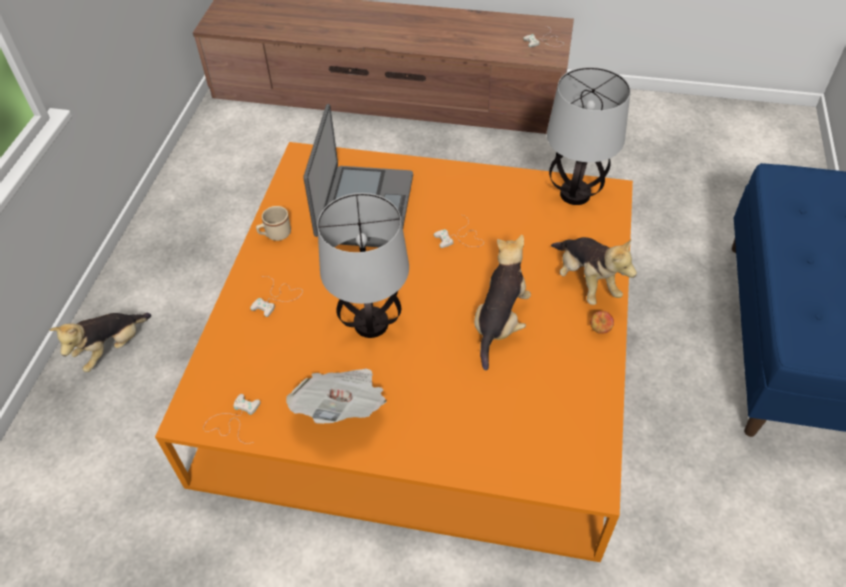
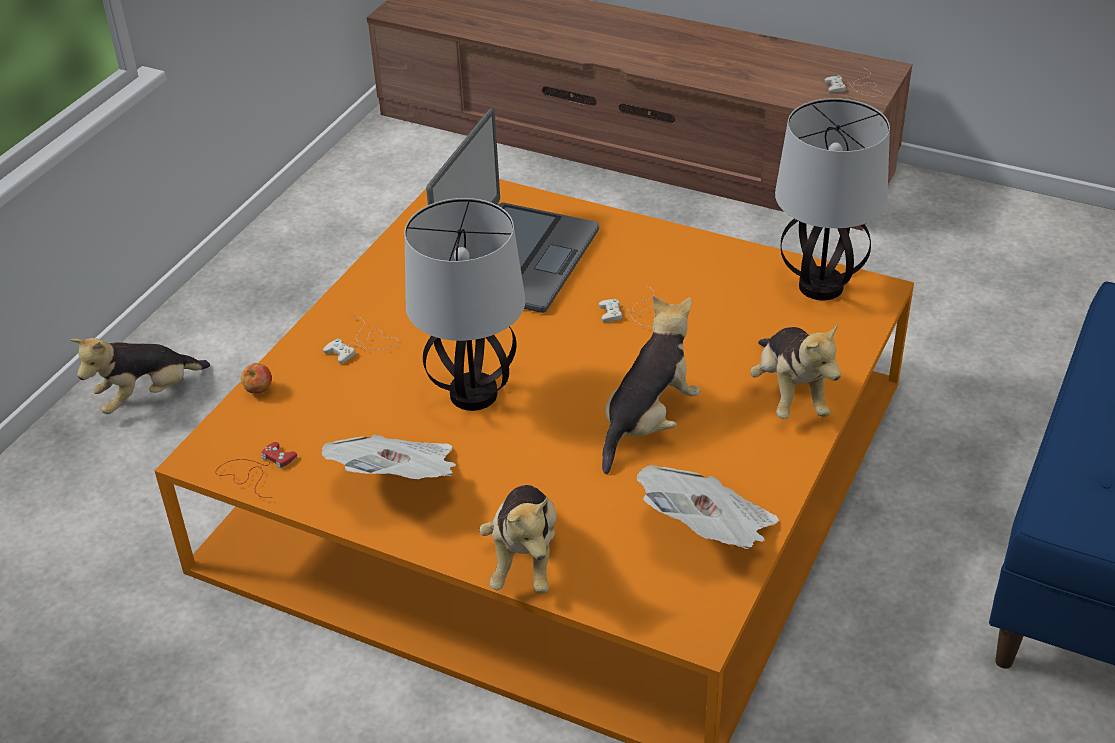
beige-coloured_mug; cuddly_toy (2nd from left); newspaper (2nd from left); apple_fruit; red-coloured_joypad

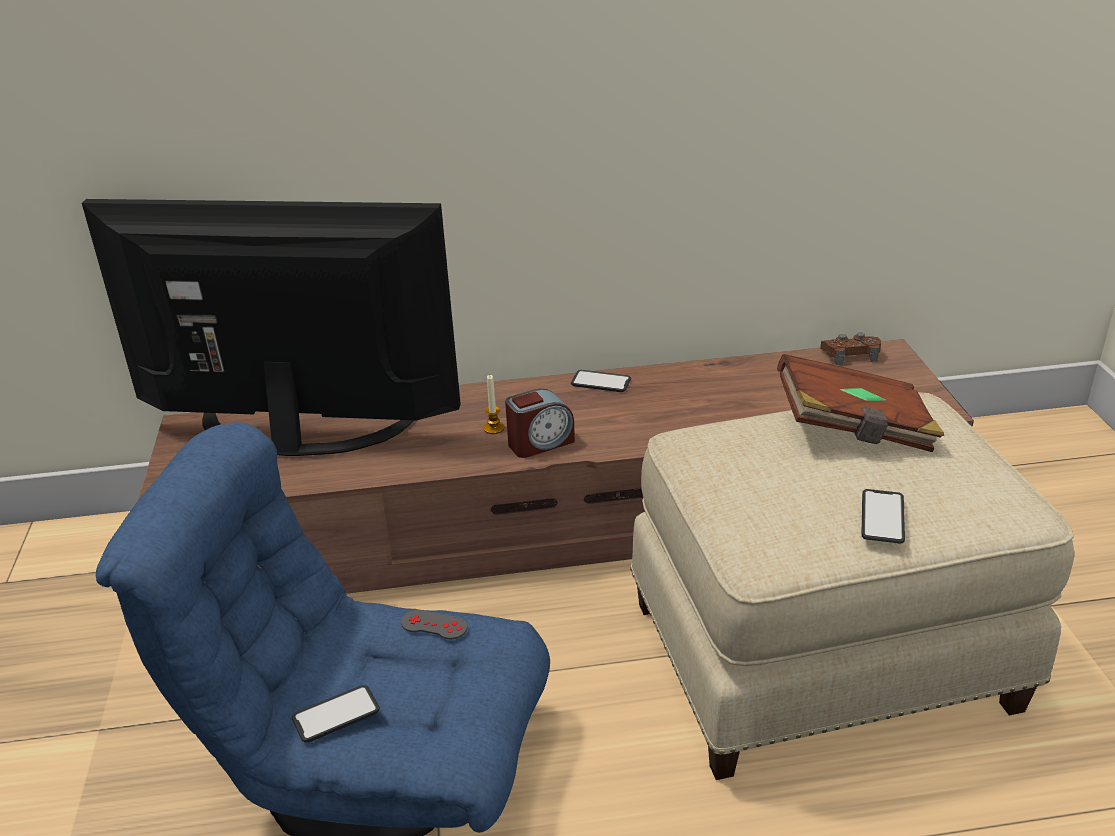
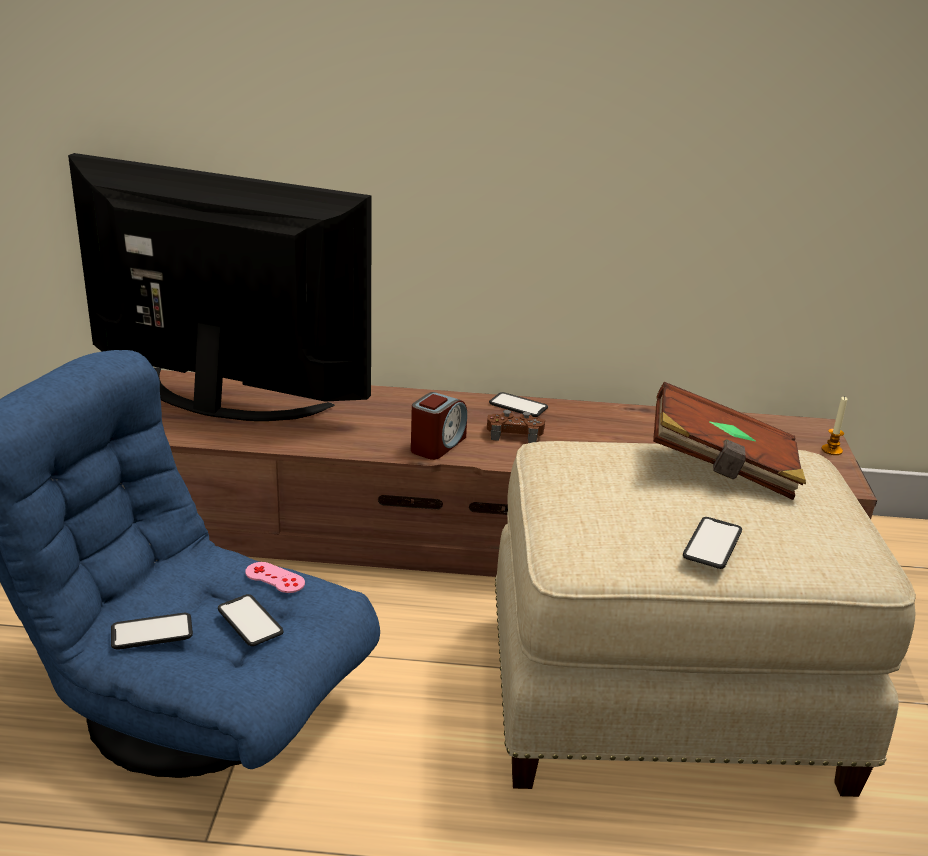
phone (2nd from left); wax_light; brown_joypad; pinkish_joypad; alarm_clock

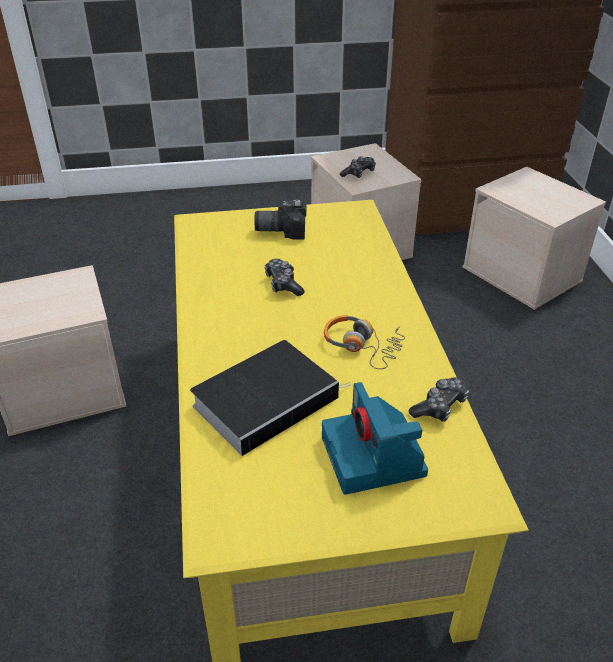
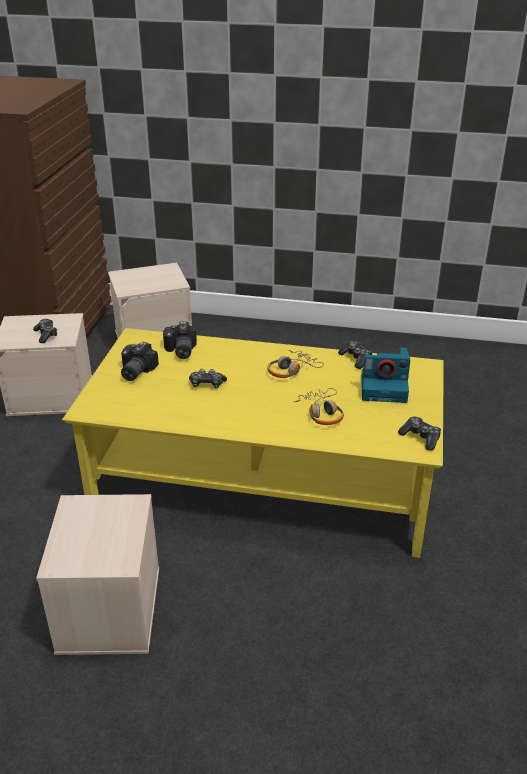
photo_camera (2nd from left); joypad (4th from left); headset (2nd from left)

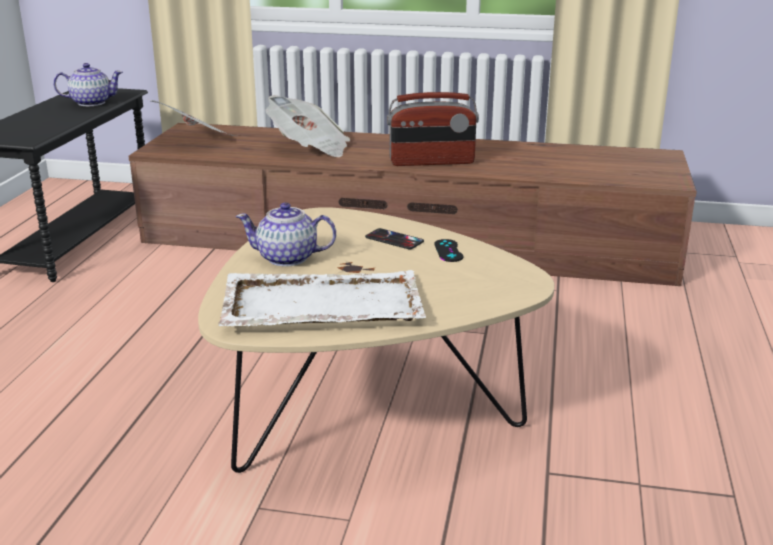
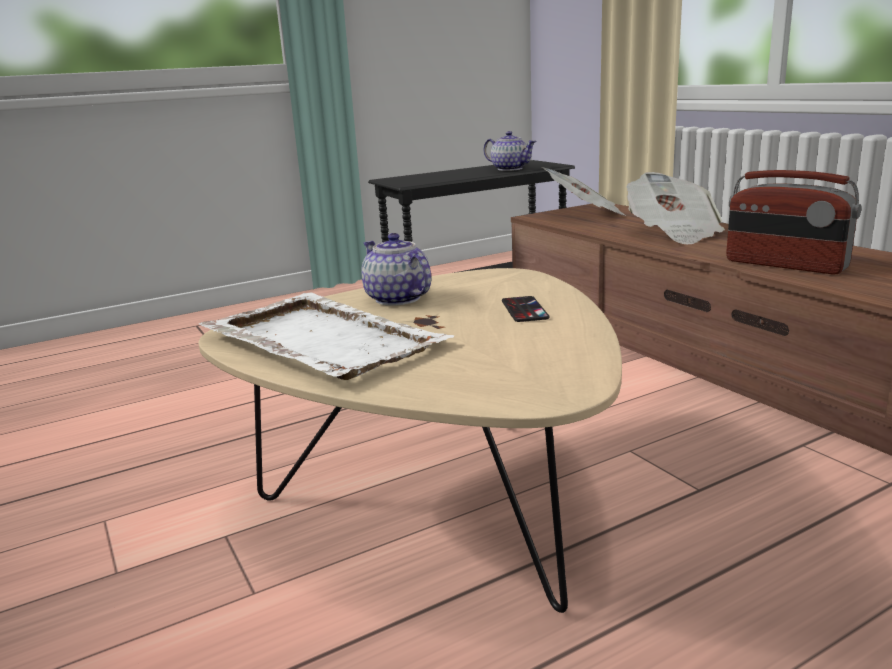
blackish_joypad

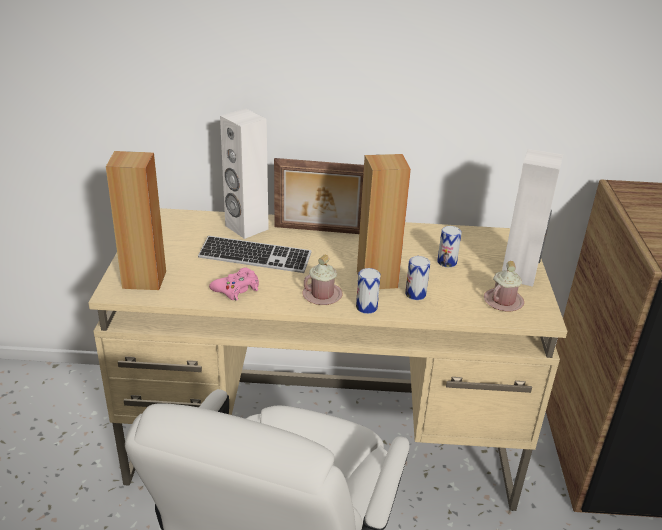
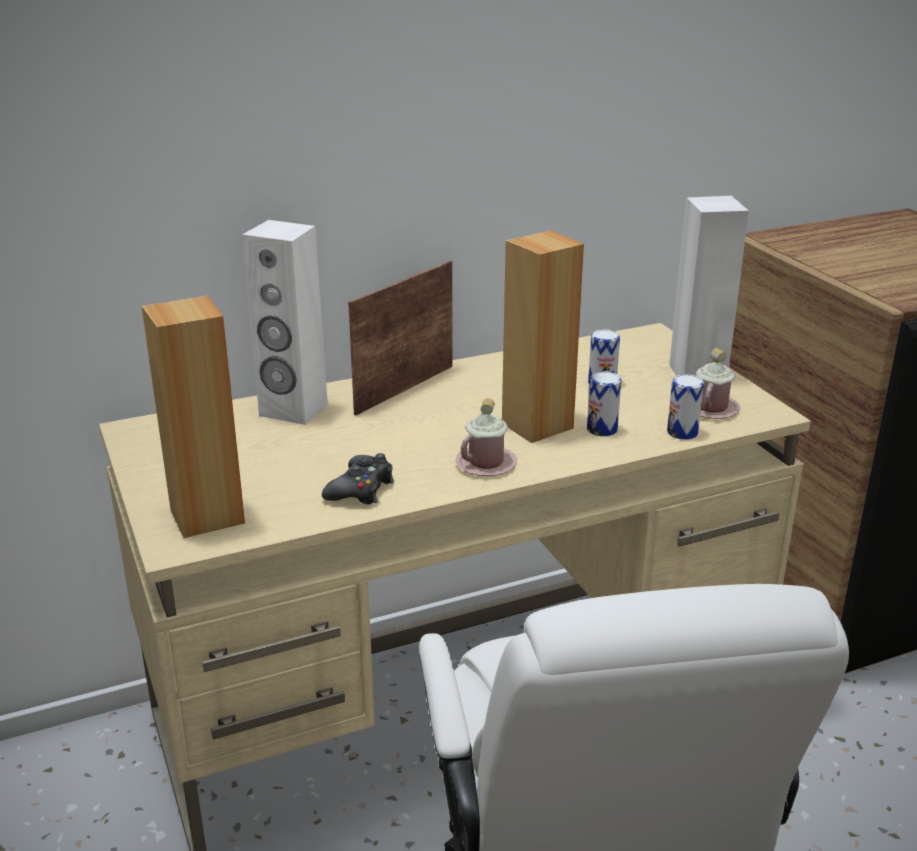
keyboard; metal_can (3rd from left); blackish_joypad; photo_frame

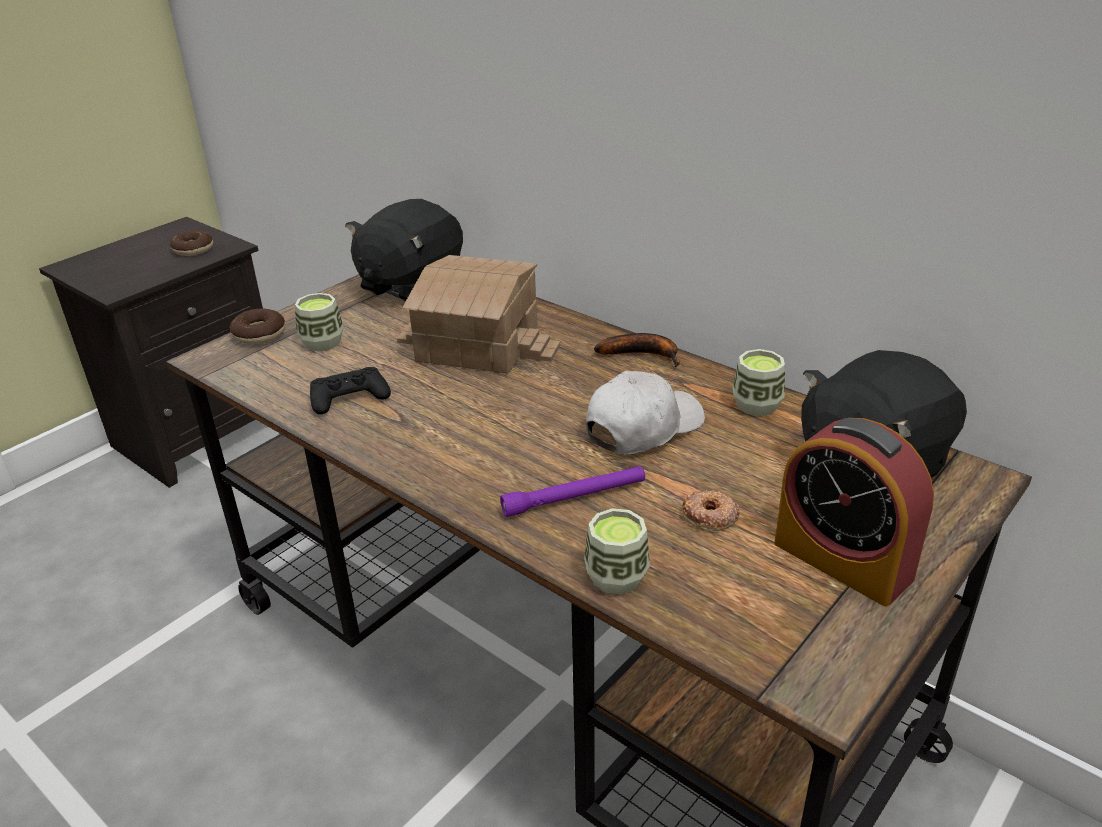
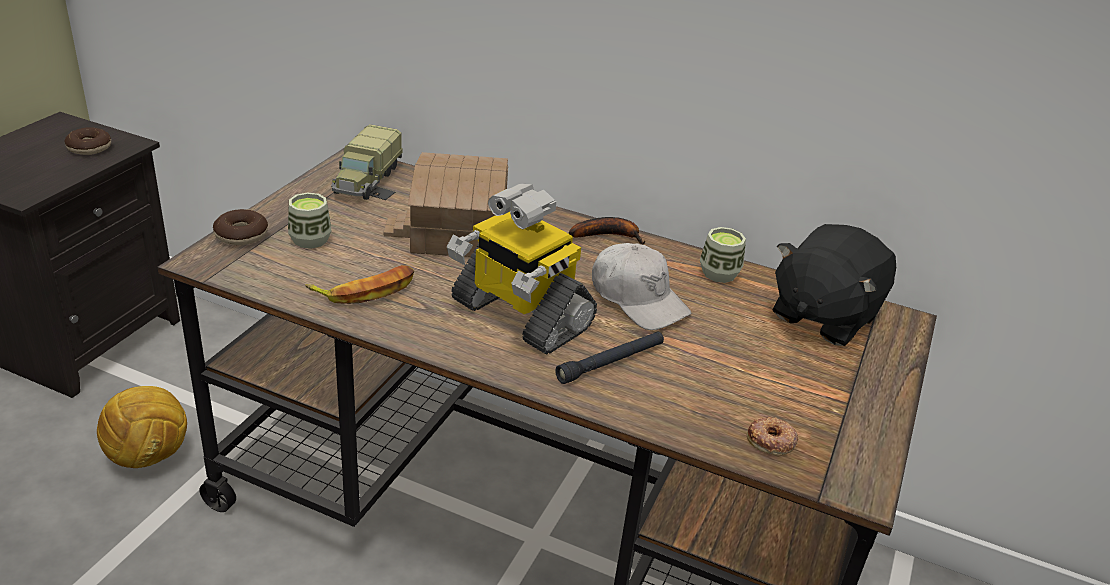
drinking_cup (2nd from left in the first image); alarm_clock; football; model_robot; donut (3rd from left); banana_fruit (1st from left); toy_lorry; blackish_hand_torch; whitish_baseball_cap

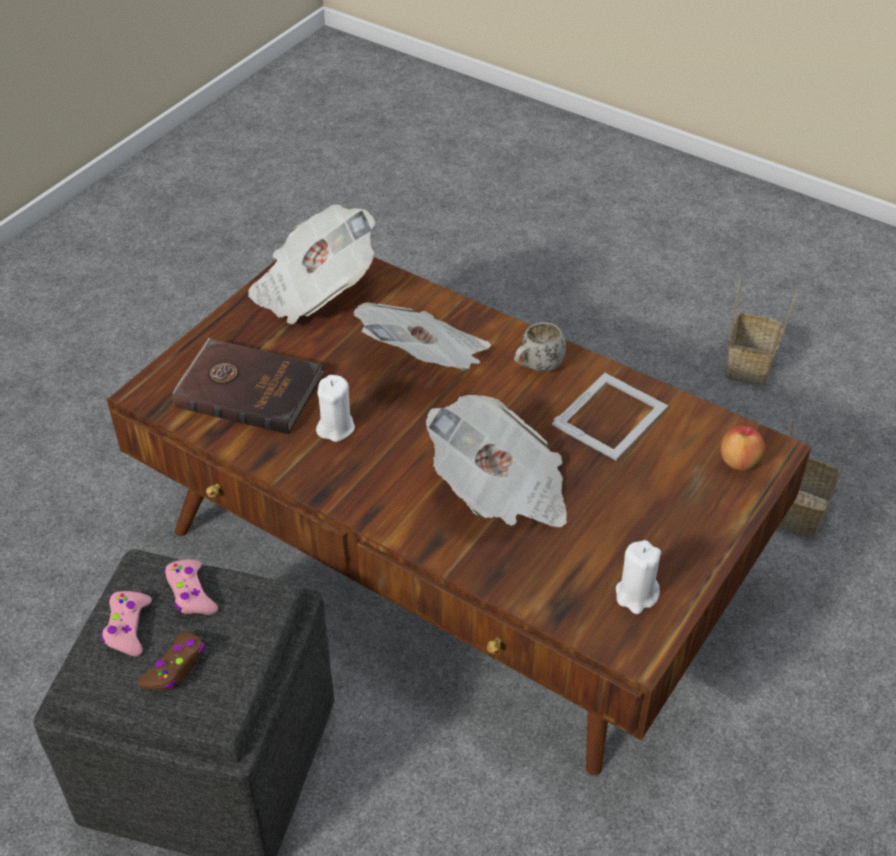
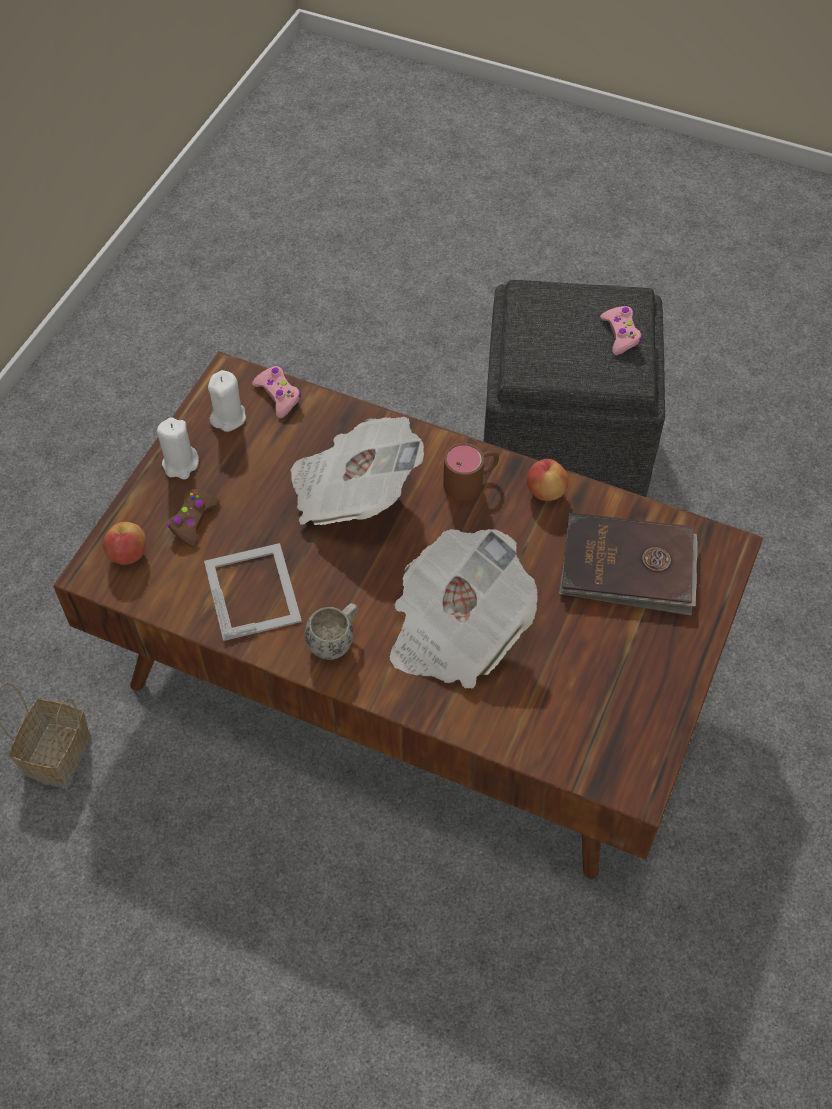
newspaper (1st from left in the first image); household_basket (1st from left in the first image); brown_mug; apple_fruit (2nd from left); brown_joypad; pinkish_joypad (1st from left); whitish_wax_light (1st from left); photo_frame

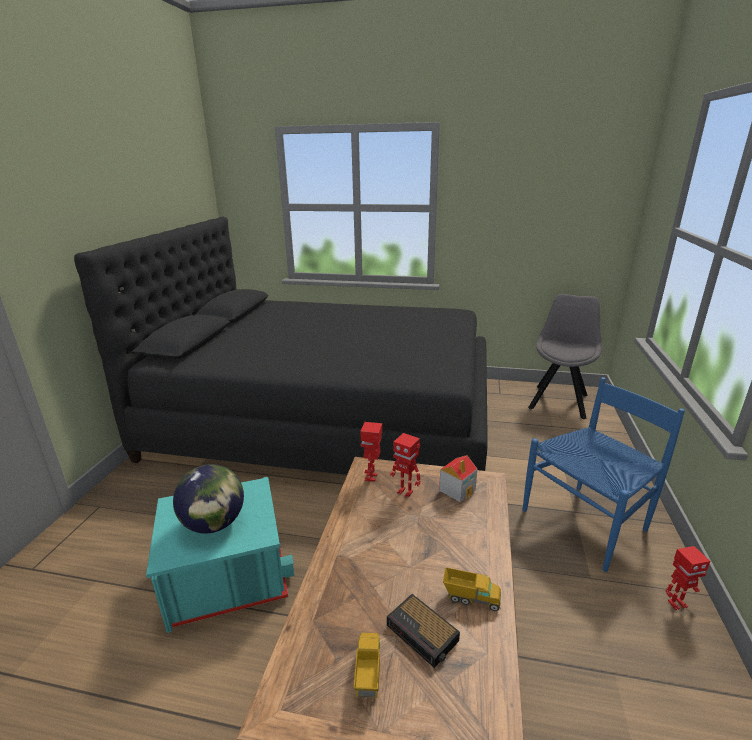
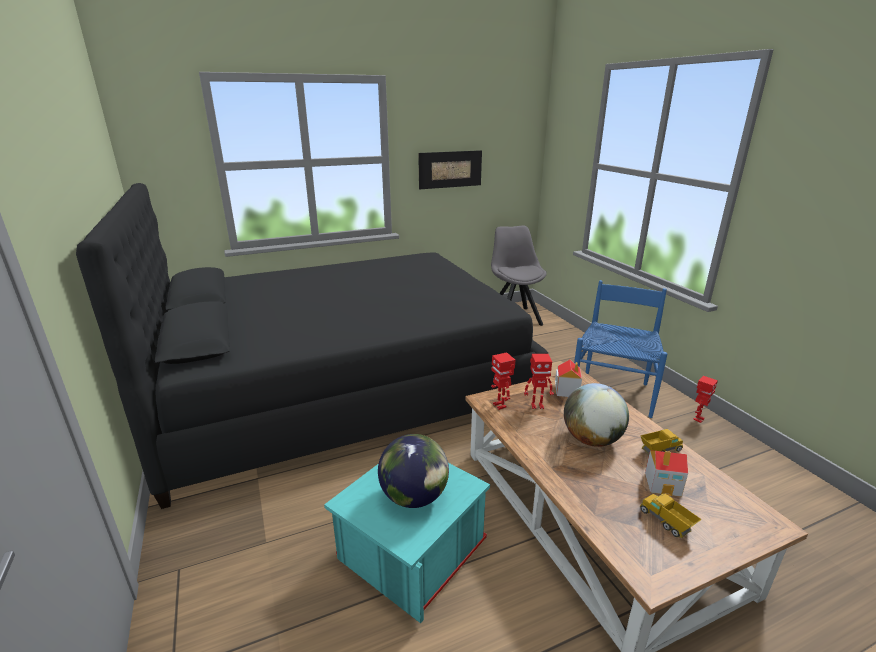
wall_picture; world_globe (2nd from left); toy_house (2nd from left)

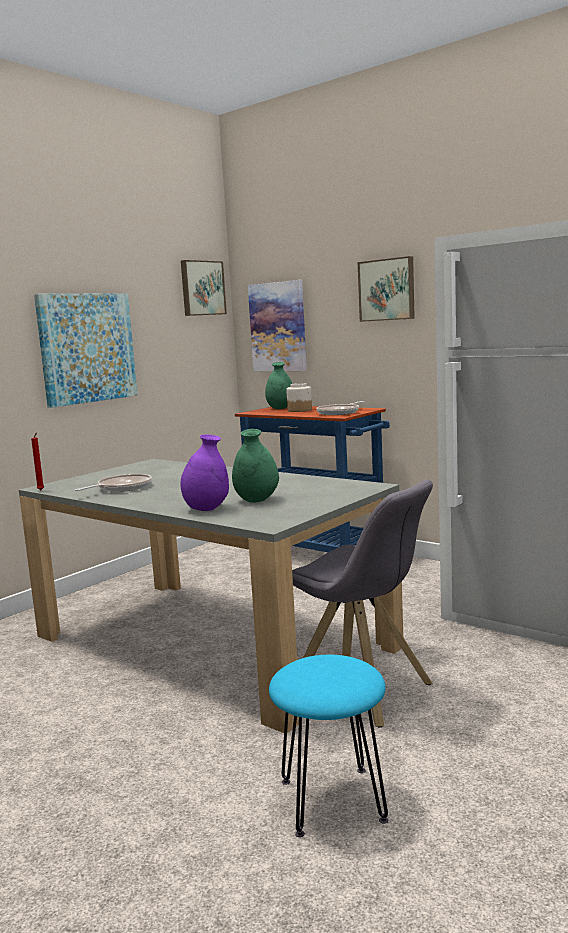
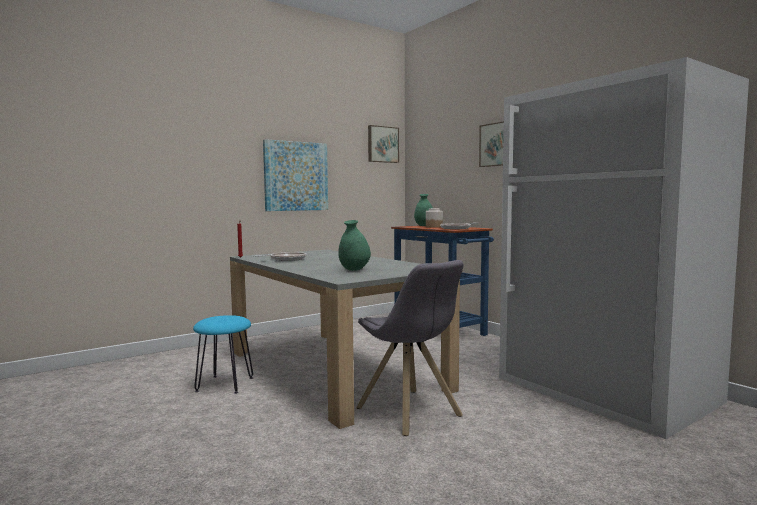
purple-coloured_flower_vase; wall_picture (3rd from left in the first image); turquoise_sitting_stool

